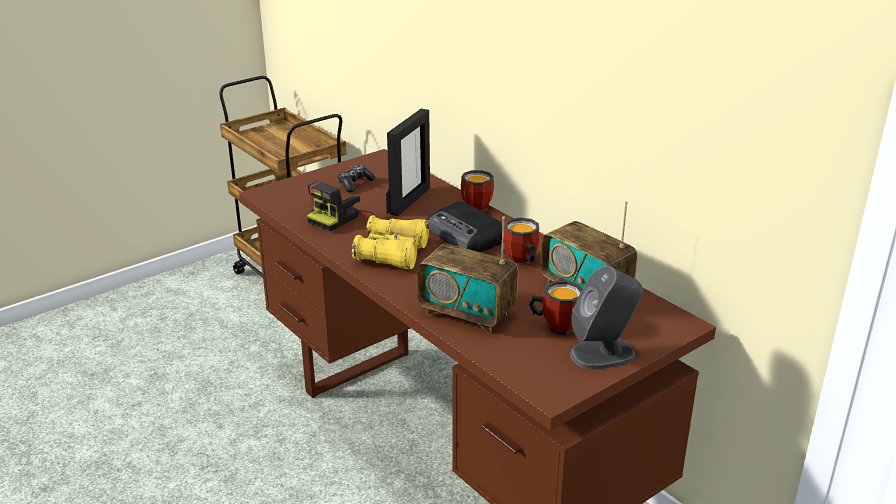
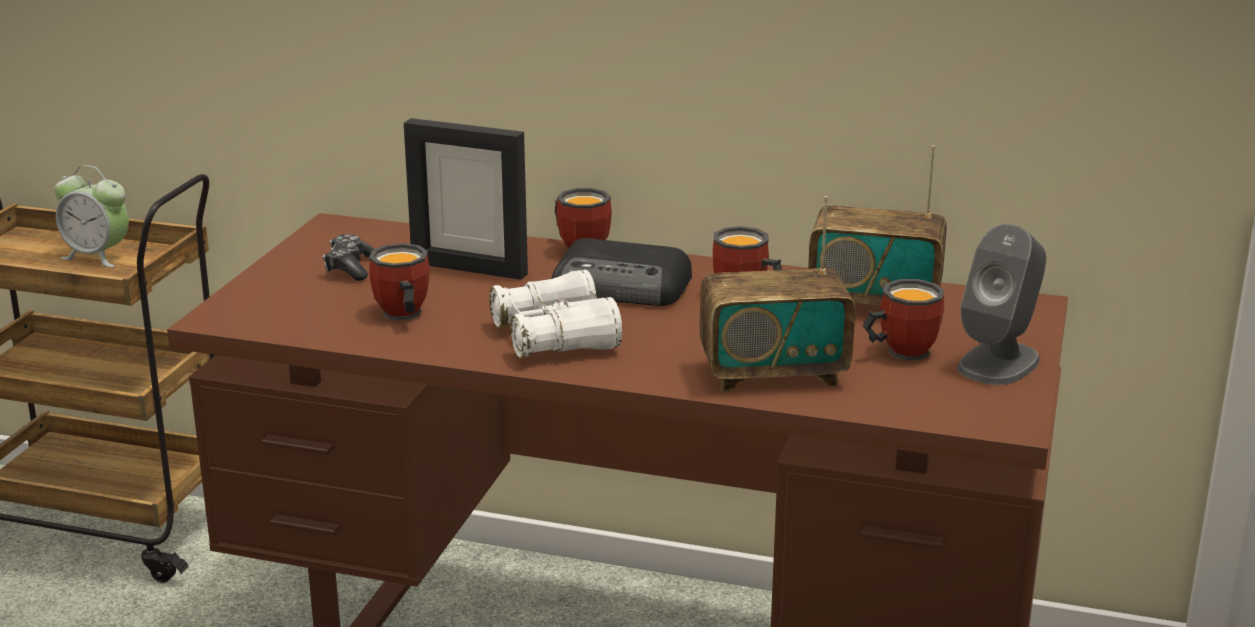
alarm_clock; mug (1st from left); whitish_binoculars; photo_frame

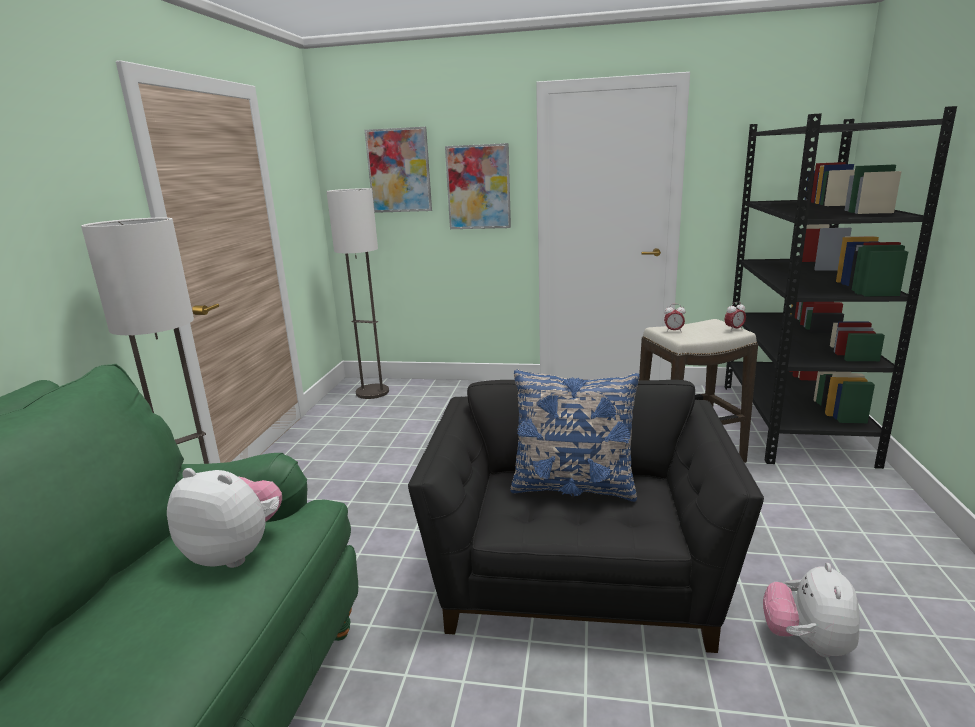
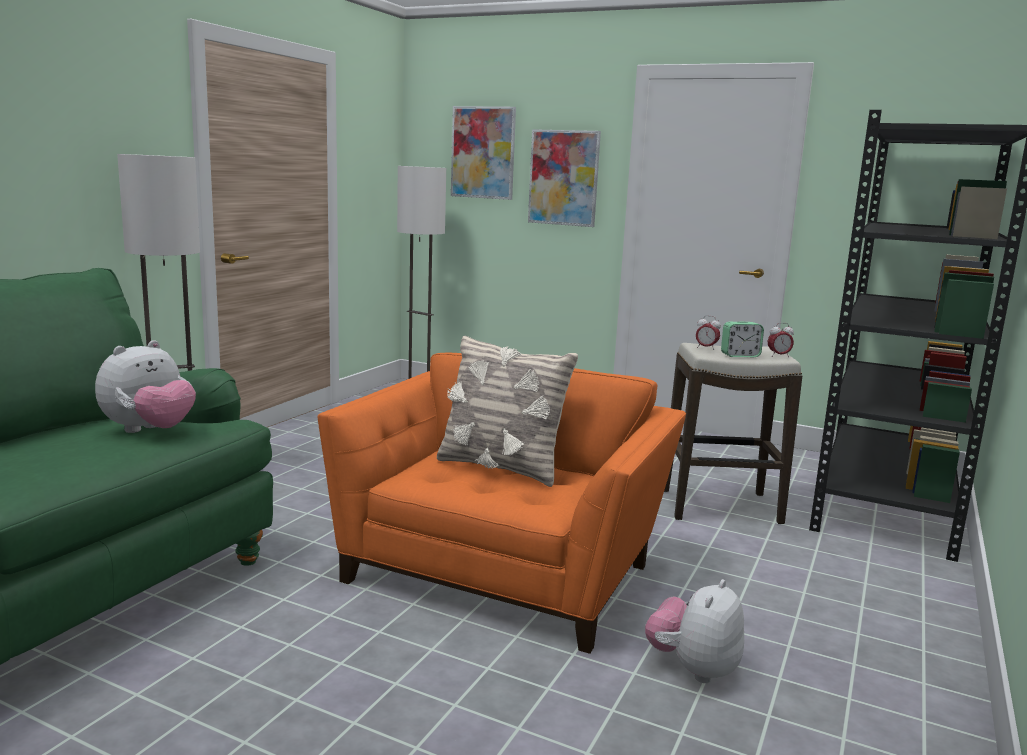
alarm_clock (2nd from left); orange-coloured_easy_chair; beige-coloured_throw_pillow; cuddly_toy (1st from left)

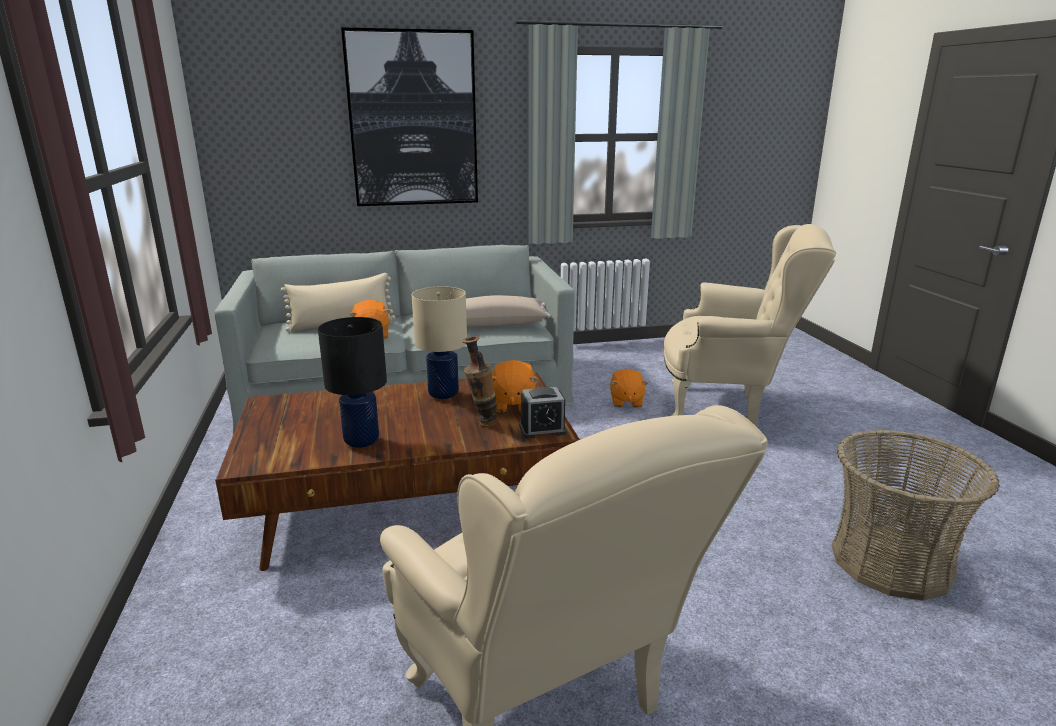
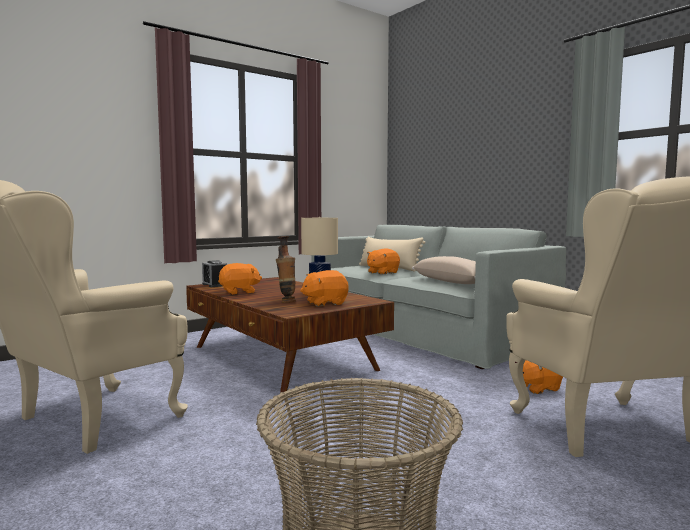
wall_picture; alarm_clock; orange-coloured_cuddly_toy (1st from left)

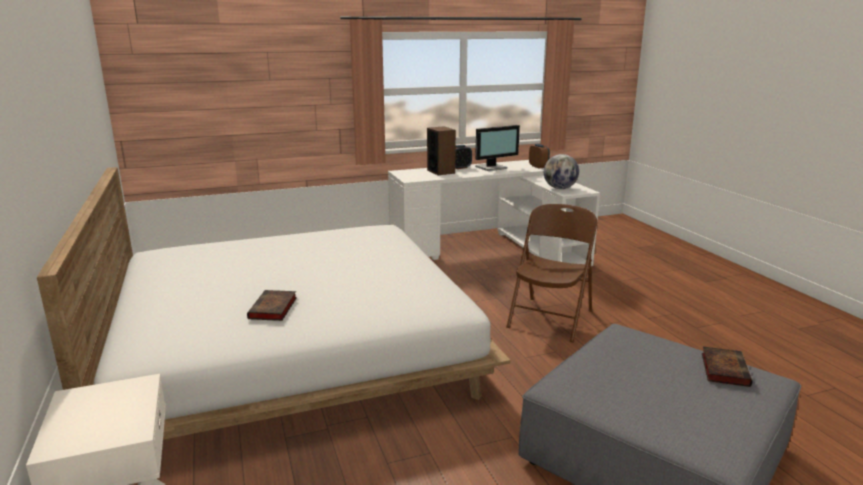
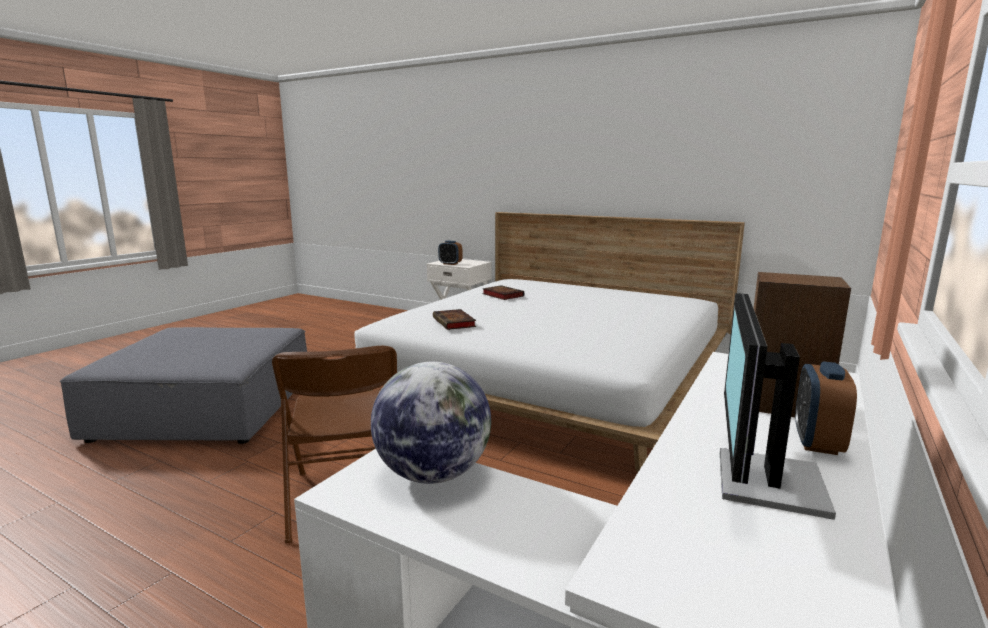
alarm_clock (1st from left); book (1st from left)

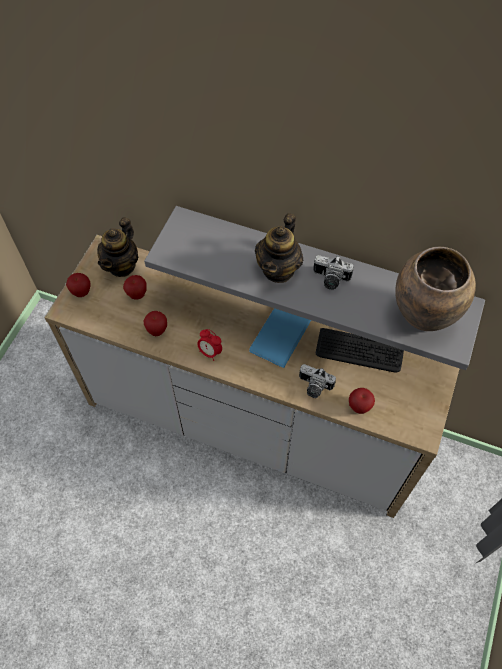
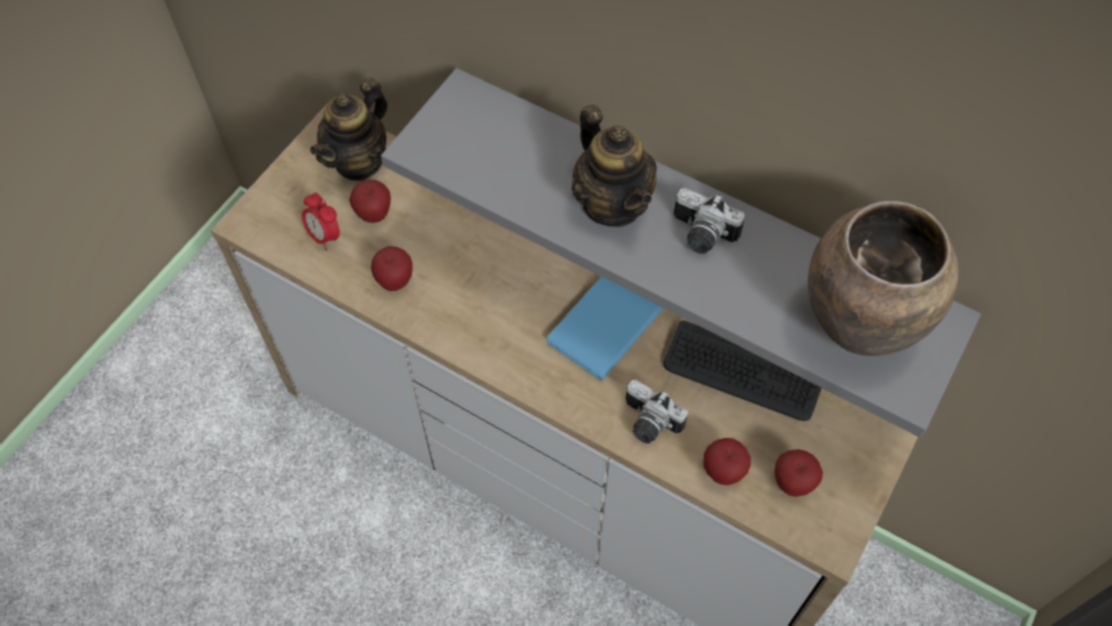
apple_fruit (4th from left); alarm_clock; pot_for_tea (2nd from left)

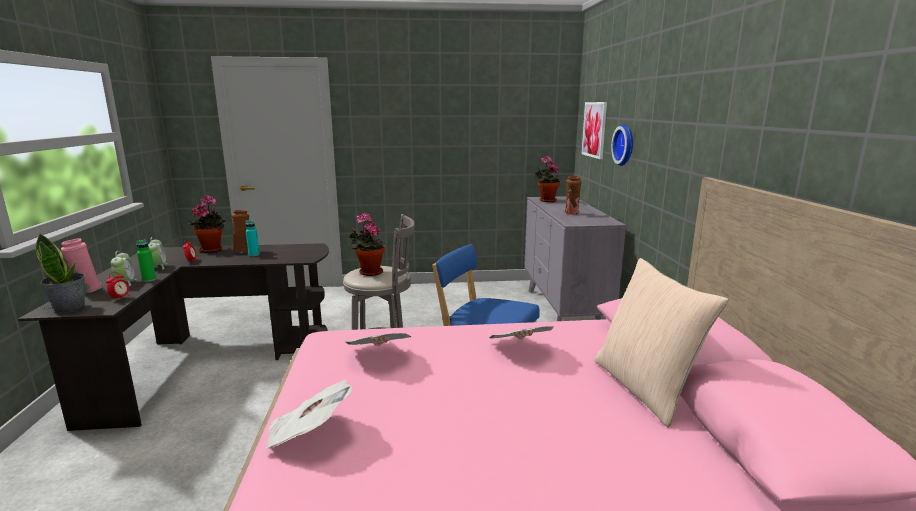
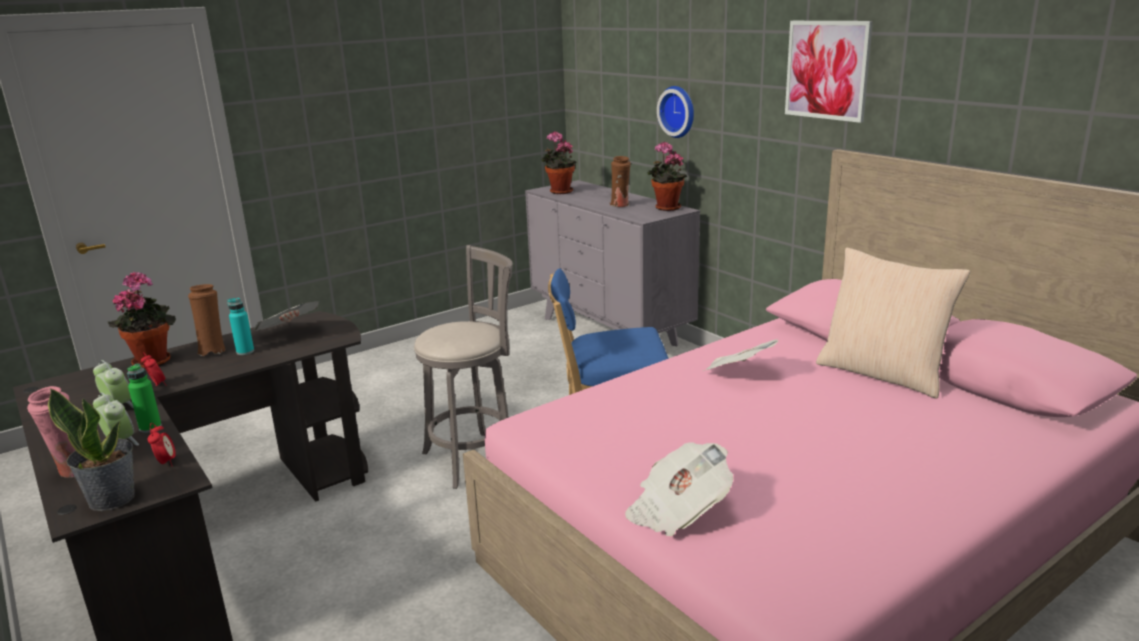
newspaper (1st from left); houseplant (4th from left); wall_picture

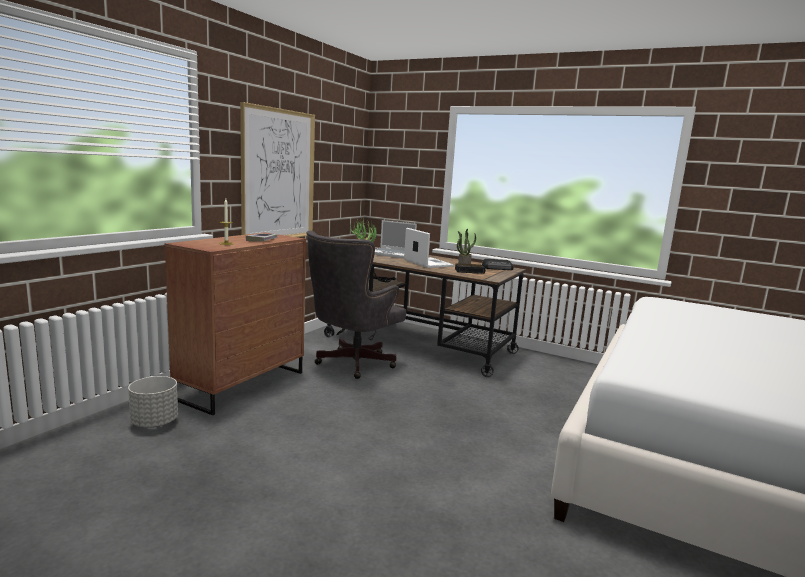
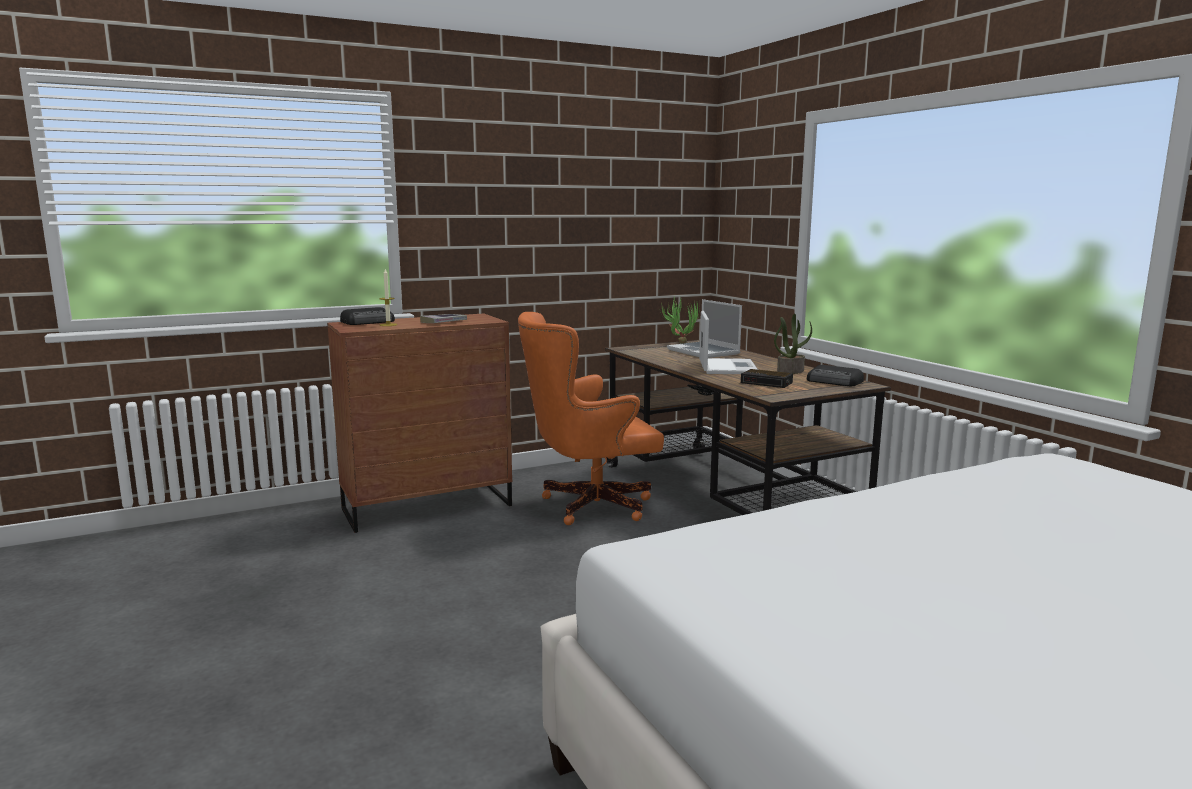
grey_plant_pot; wall_picture; radio_set (1st from left); orange-coloured_computer_chair

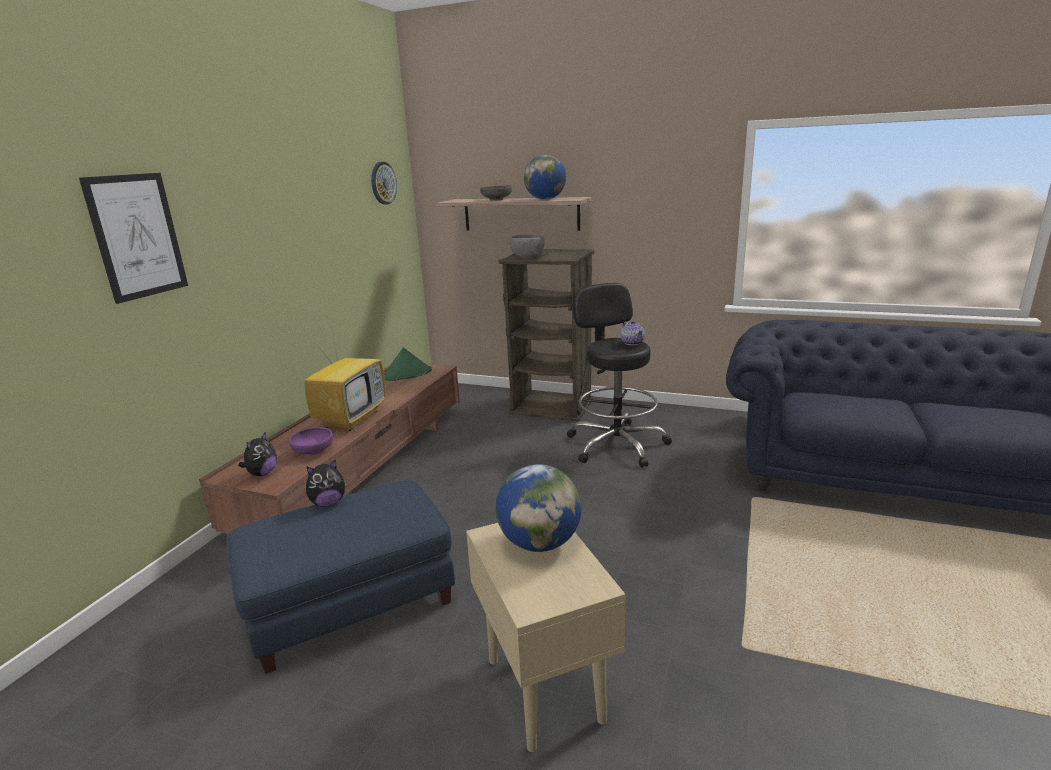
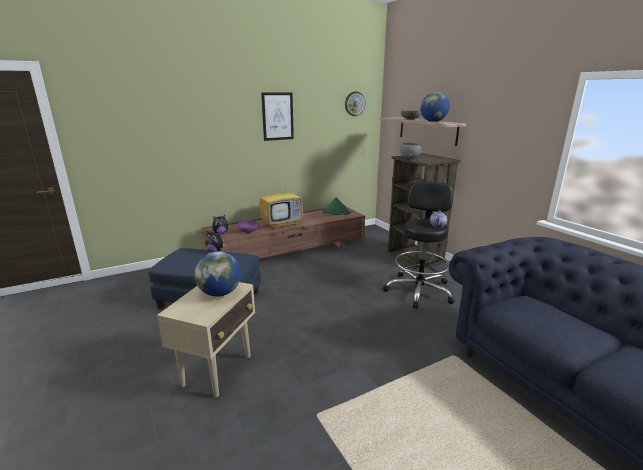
wall_picture

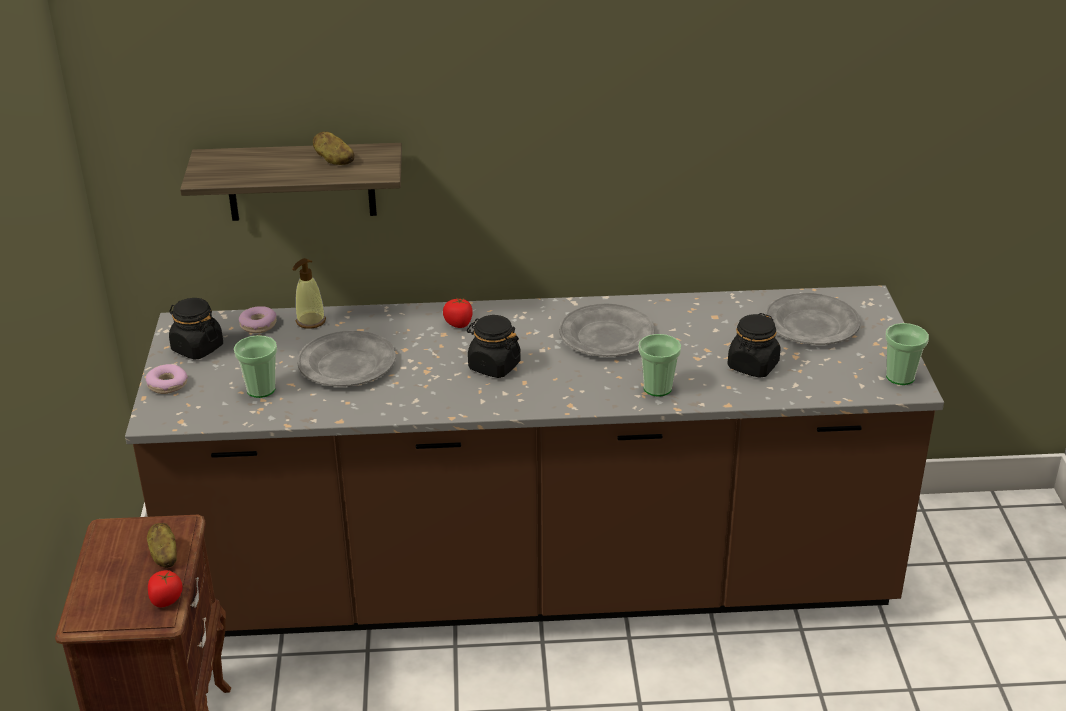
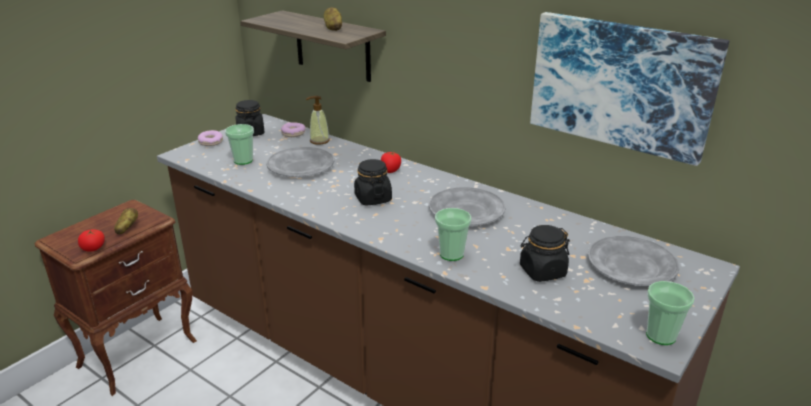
wall_picture

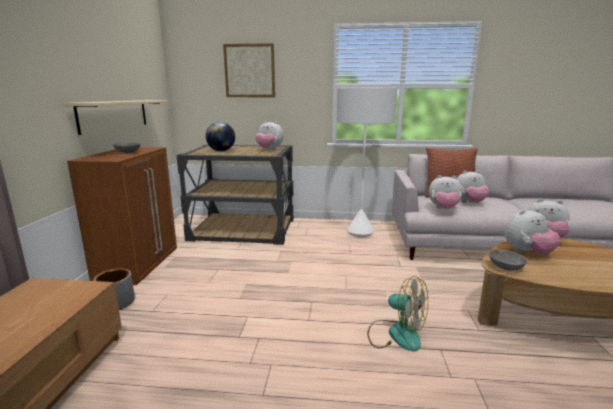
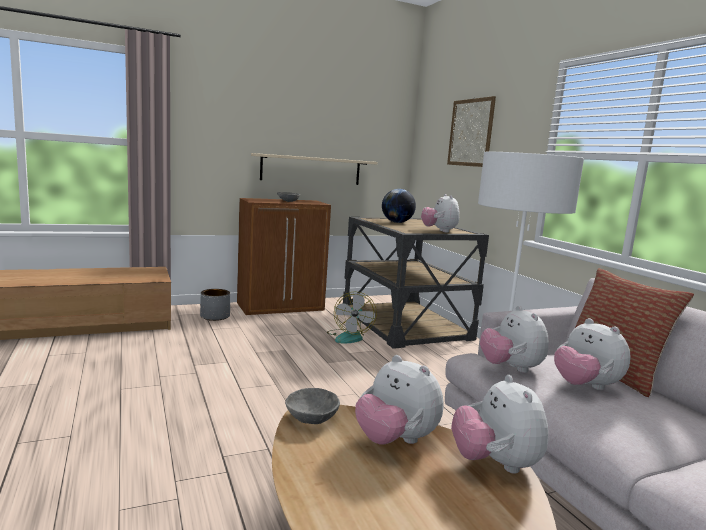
electric_fan

